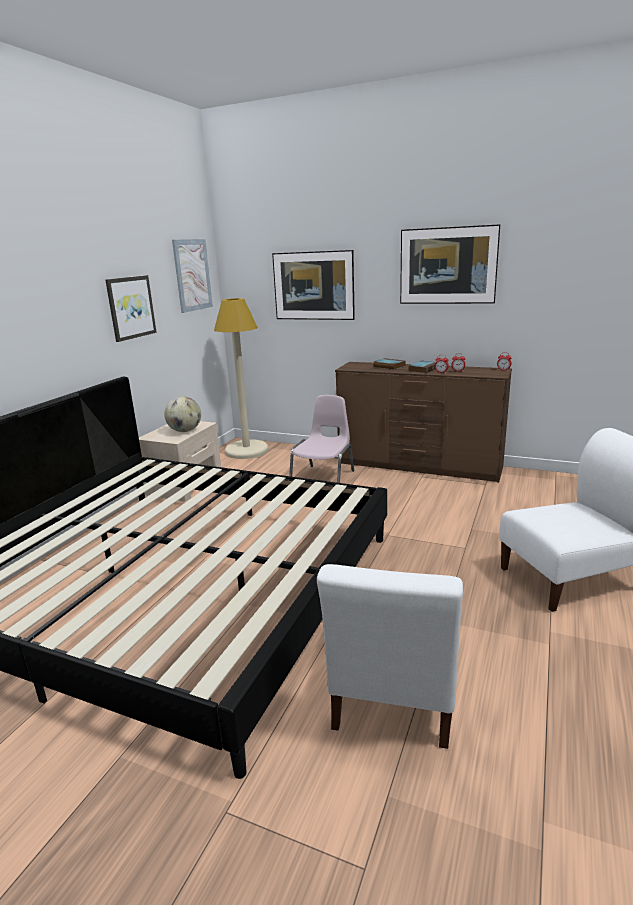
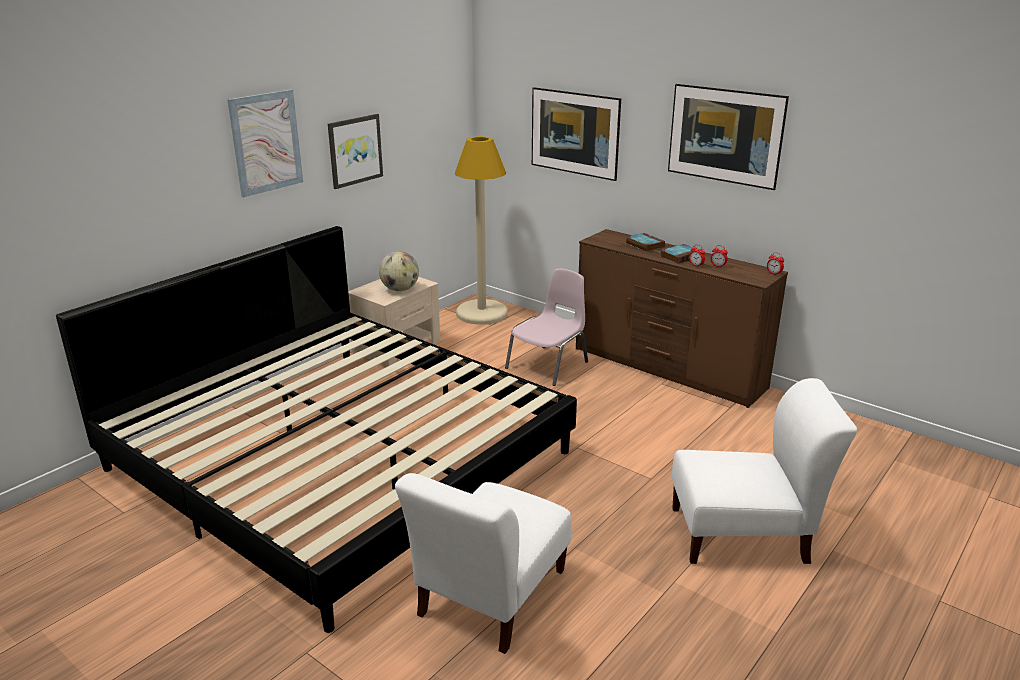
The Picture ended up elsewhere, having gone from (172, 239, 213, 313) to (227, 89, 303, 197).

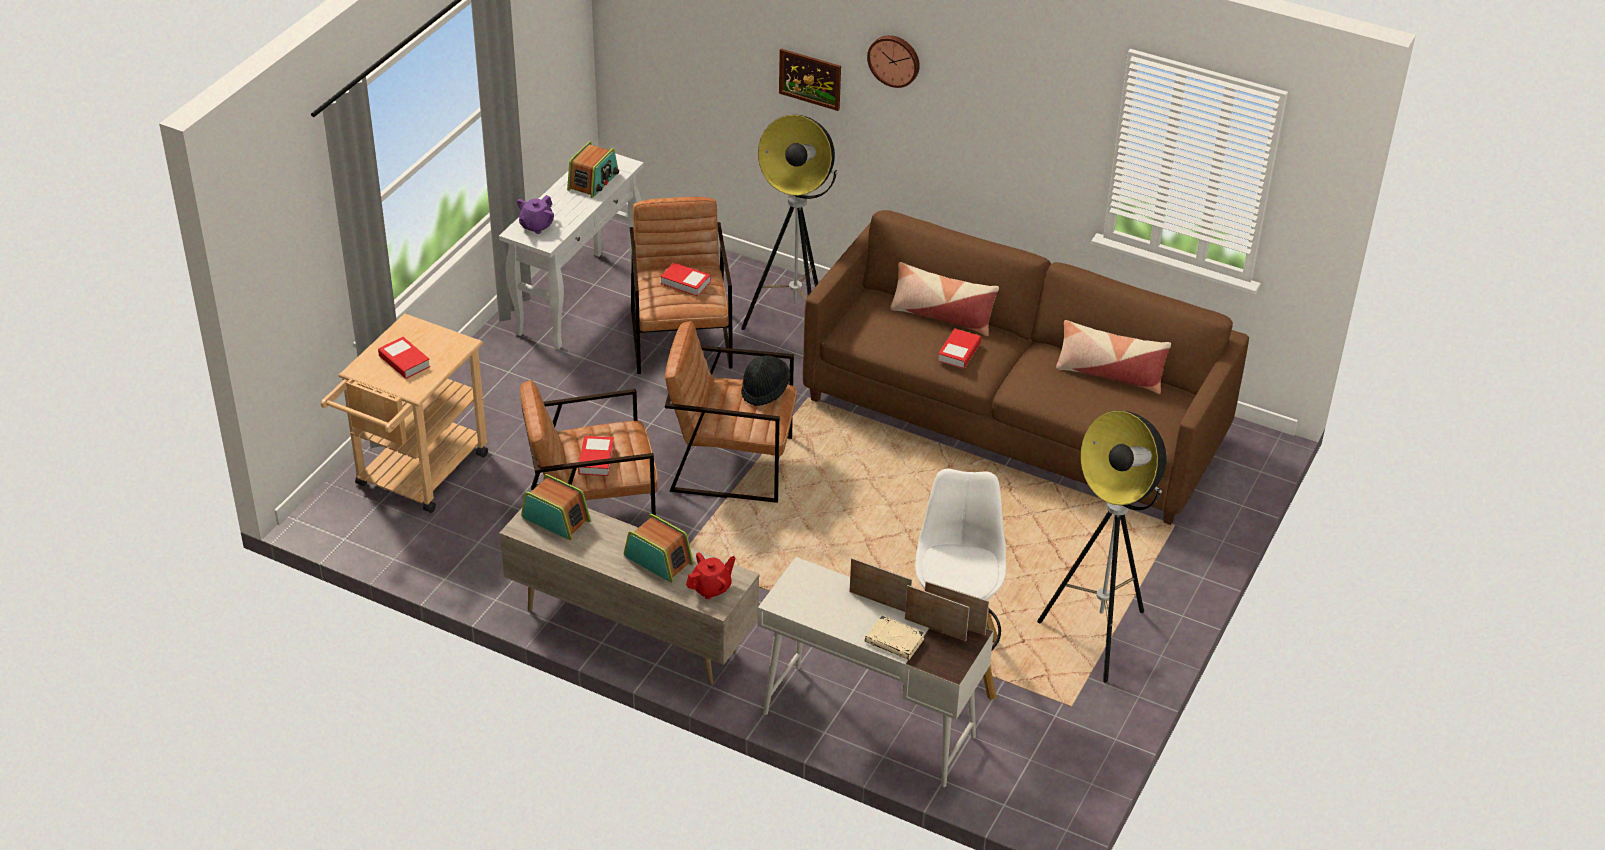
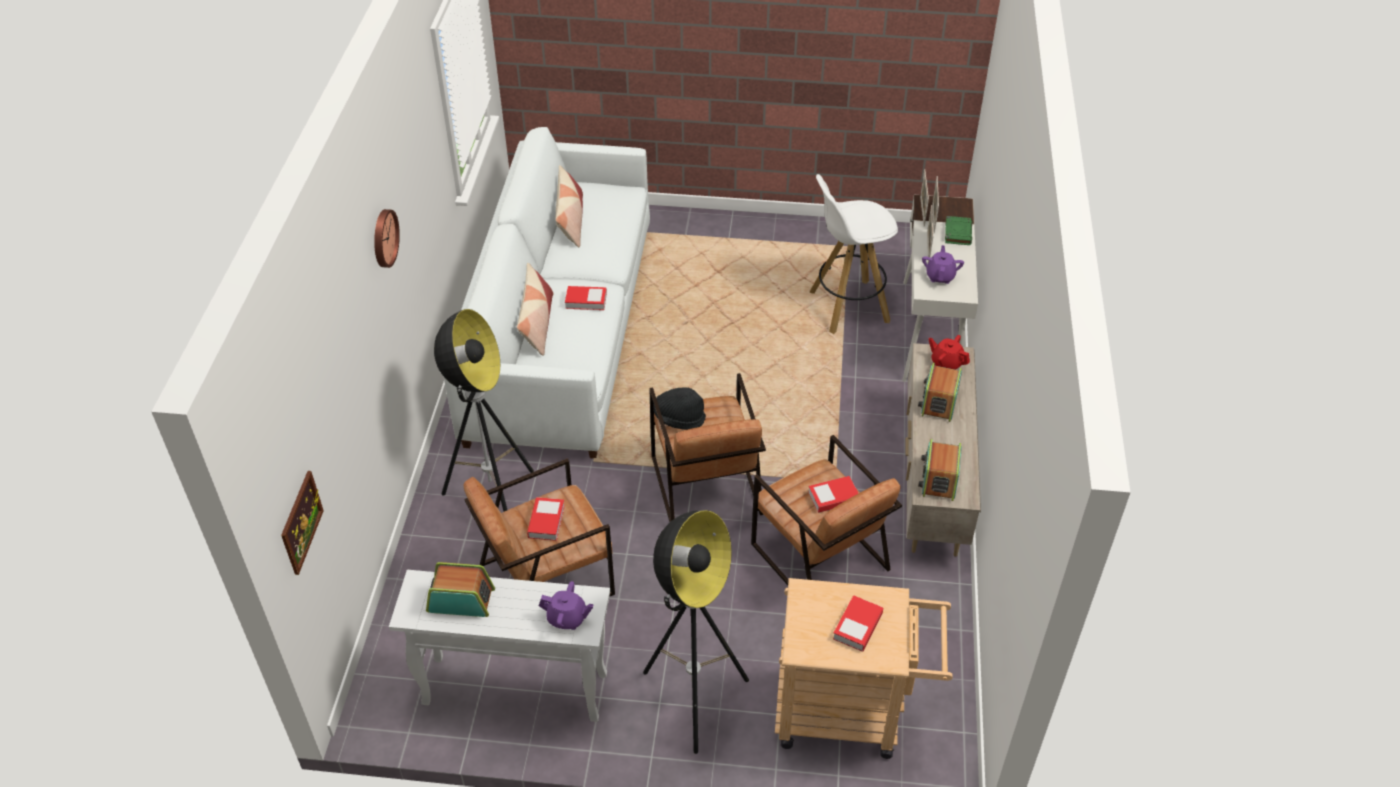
The Picture ended up elsewhere, having gone from (779, 49, 841, 111) to (281, 471, 324, 575).
What was the BrownSofa at (803, 210, 1249, 525) turned into the WhiteSofa at (443, 127, 650, 459).
The FloorLamp ended up elsewhere, having gone from (1037, 411, 1167, 682) to (643, 510, 749, 754).
What was the BeigeBook at (865, 615, 925, 660) turned into the GreenBook at (945, 216, 972, 245).
The second view gained the PurpleTeapot at (922, 245, 964, 284).

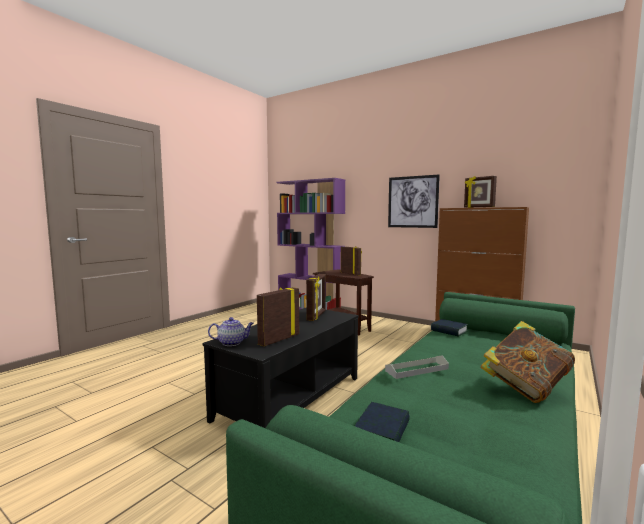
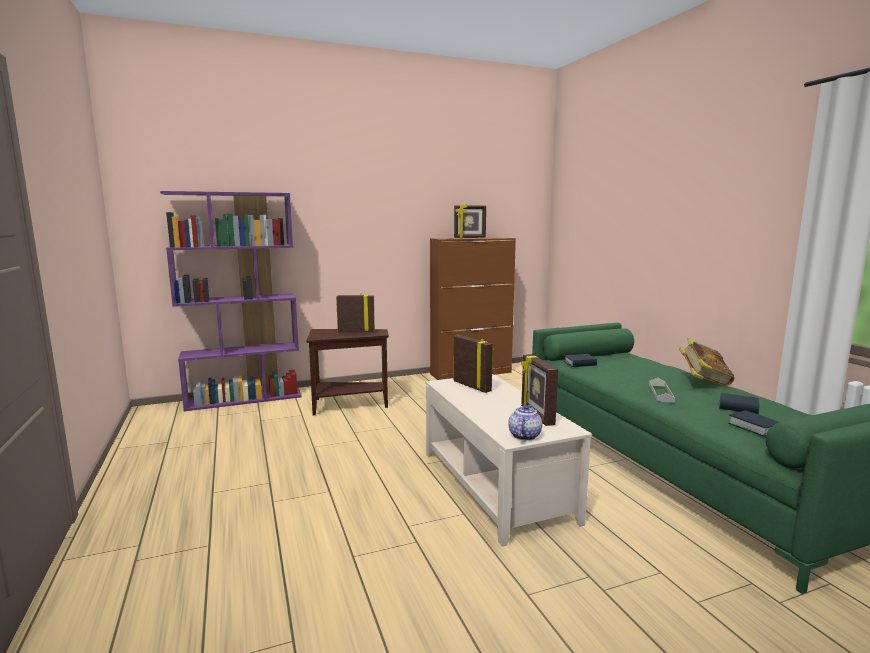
The second view lost the Picture at (388, 175, 440, 228).
What was the BlackCoffeeTable at (203, 307, 359, 428) turned into the BeigeCoffeeTable at (426, 374, 592, 547).
The second view gained the Book at (719, 393, 759, 414).

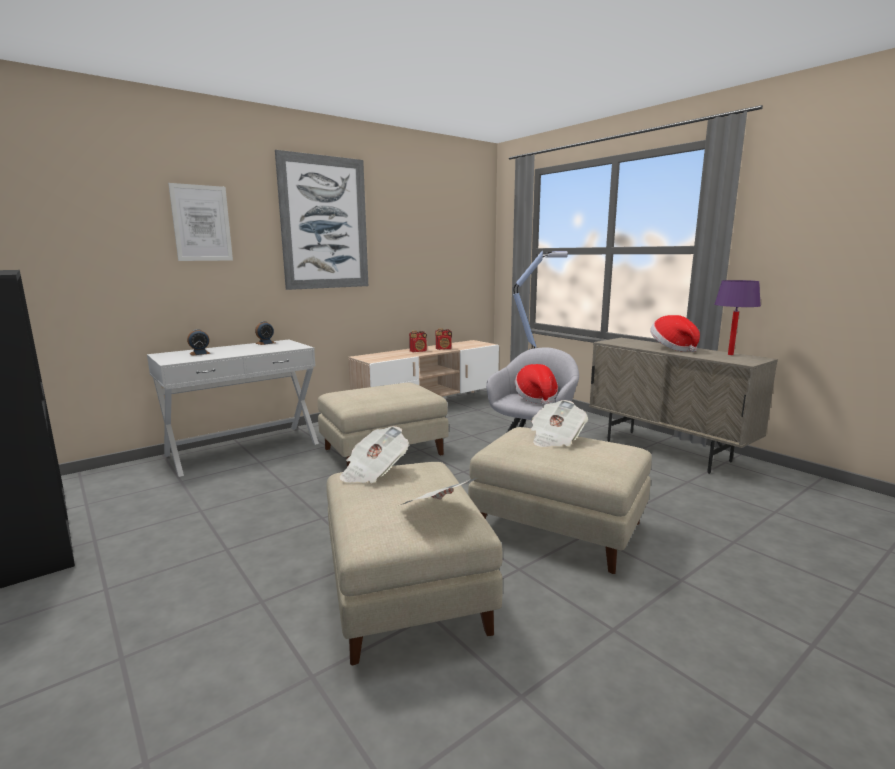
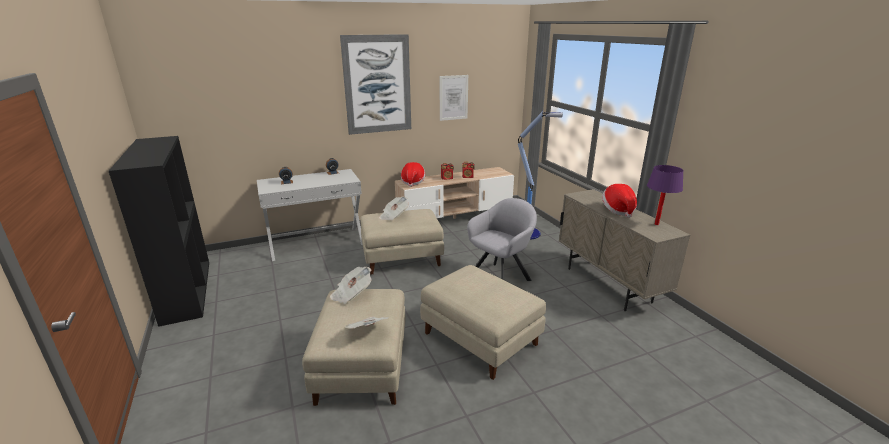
The Picture ended up elsewhere, having gone from (168, 183, 233, 261) to (440, 75, 468, 121).
The Hat ended up elsewhere, having gone from (514, 364, 558, 405) to (401, 162, 425, 187).
The Newspaper ended up elsewhere, having gone from (531, 400, 588, 447) to (379, 196, 409, 221).

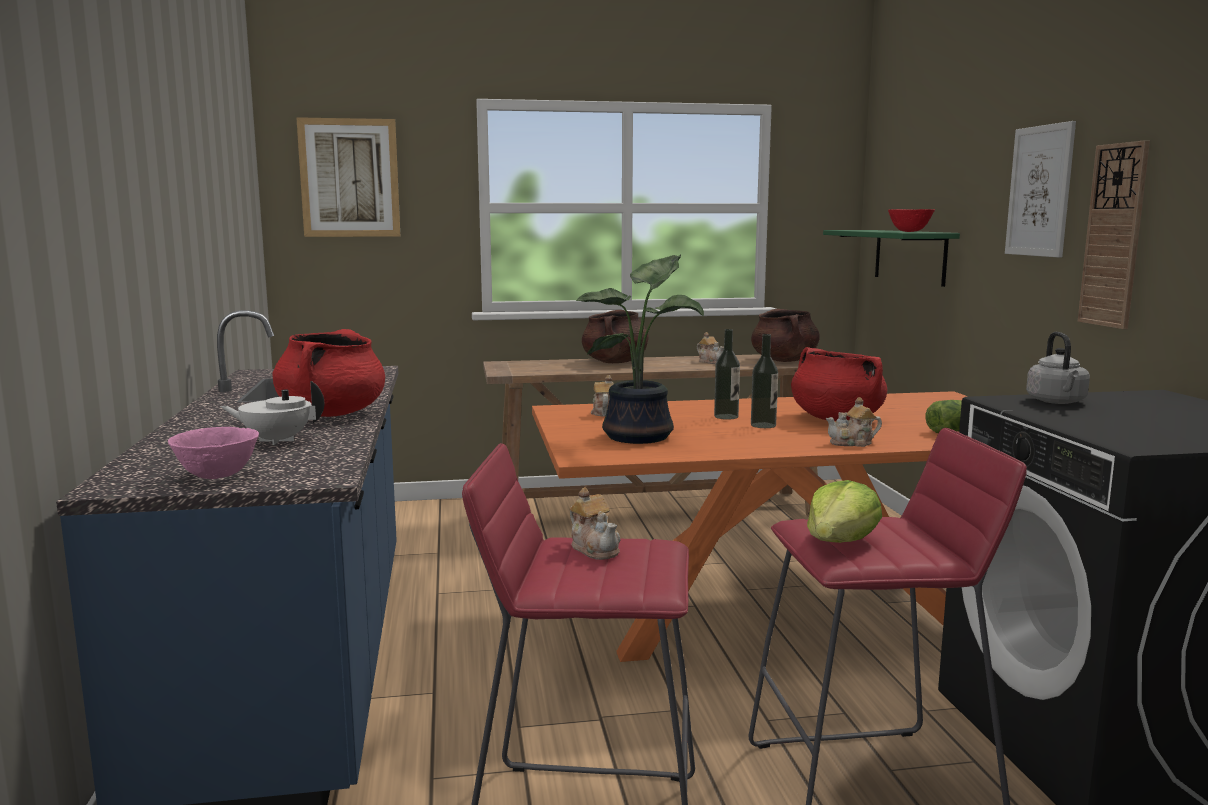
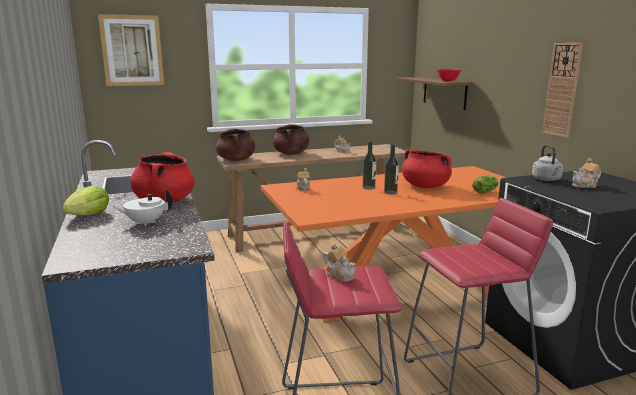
The second view lost the Picture at (1005, 121, 1076, 258).
What was the GreenShelf at (823, 230, 960, 287) turned into the BrownShelf at (397, 77, 474, 110).
The second view lost the PottedPlant at (576, 255, 704, 444).
The BrownCookingPot ended up elsewhere, having gone from (751, 309, 820, 362) to (216, 129, 255, 161).
The Teapot ended up elsewhere, having gone from (826, 397, 882, 447) to (572, 158, 601, 188).
The second view lost the PinkBowl at (168, 427, 259, 479).
The Lettuce ended up elsewhere, having gone from (807, 480, 882, 543) to (62, 185, 109, 215).

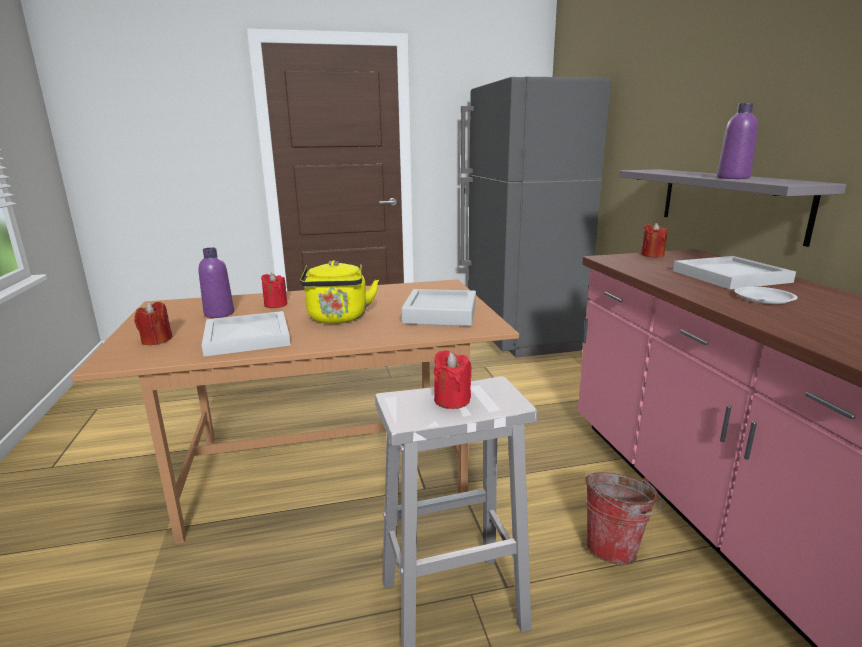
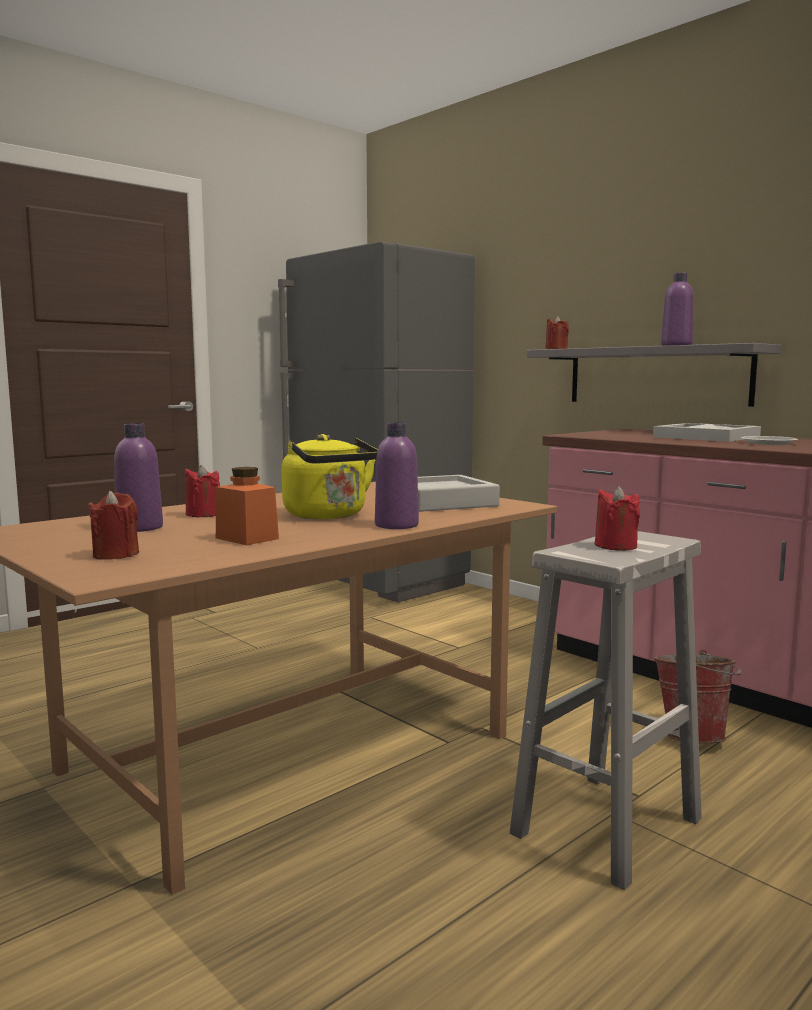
The RedCandle ended up elsewhere, having gone from (641, 223, 668, 257) to (545, 316, 569, 349).
Where the WhiteTray stood at (202, 311, 291, 357), the OrangeJar came to stand at (216, 467, 279, 545).
The second view gained the PurpleBottle at (375, 422, 419, 529).

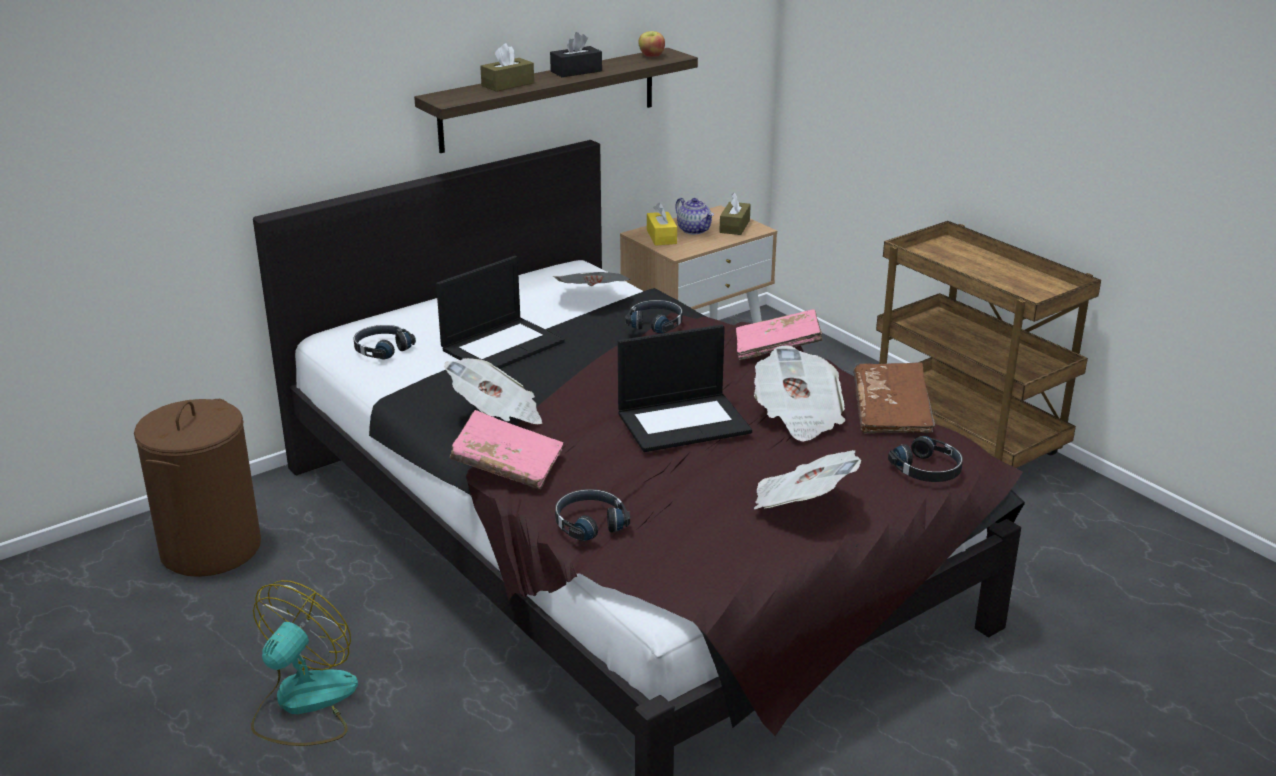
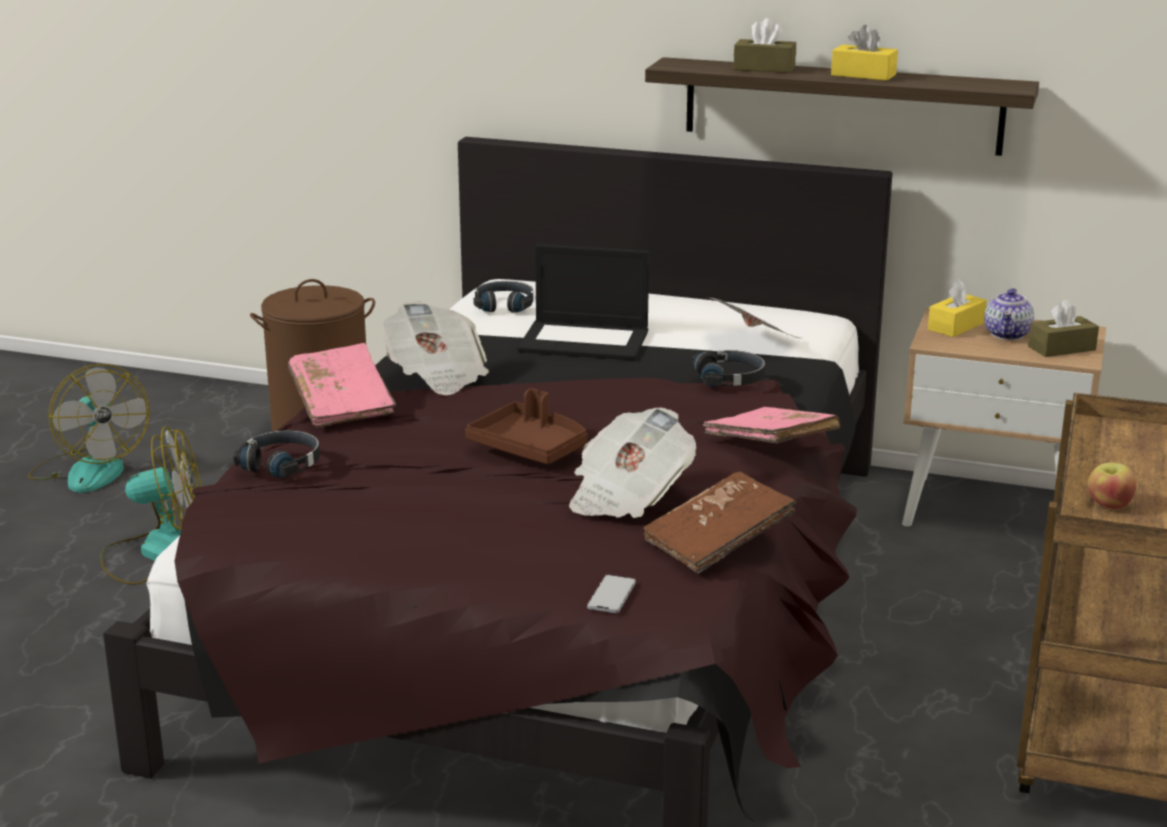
The Apple ended up elsewhere, having gone from (638, 31, 665, 57) to (1088, 462, 1136, 509).
What was the BlackTissueBox at (550, 32, 602, 77) turned into the YellowTissueBox at (831, 25, 898, 81).
Where the Laptop stood at (618, 325, 752, 452), the BrownTray came to stand at (465, 388, 588, 464).
Where the BlackHeadphones stood at (888, 436, 963, 482), the Phone came to stand at (587, 575, 636, 613).
The second view lost the Newspaper at (754, 450, 861, 509).
The second view gained the Fan at (28, 364, 150, 493).

